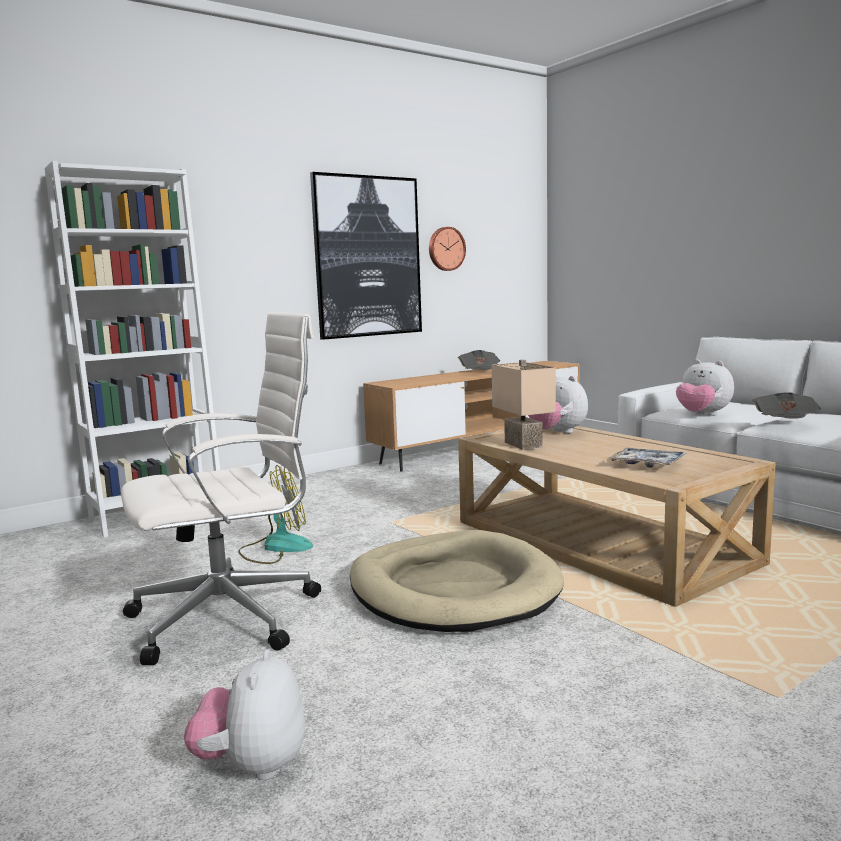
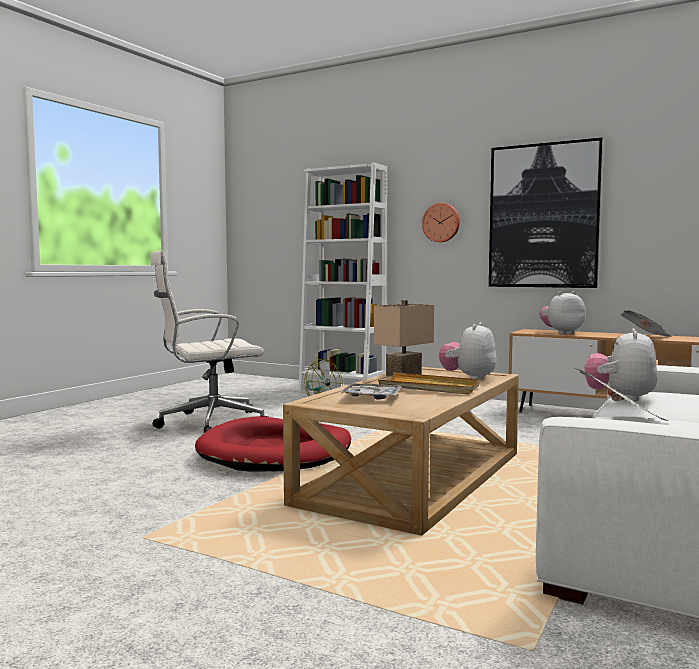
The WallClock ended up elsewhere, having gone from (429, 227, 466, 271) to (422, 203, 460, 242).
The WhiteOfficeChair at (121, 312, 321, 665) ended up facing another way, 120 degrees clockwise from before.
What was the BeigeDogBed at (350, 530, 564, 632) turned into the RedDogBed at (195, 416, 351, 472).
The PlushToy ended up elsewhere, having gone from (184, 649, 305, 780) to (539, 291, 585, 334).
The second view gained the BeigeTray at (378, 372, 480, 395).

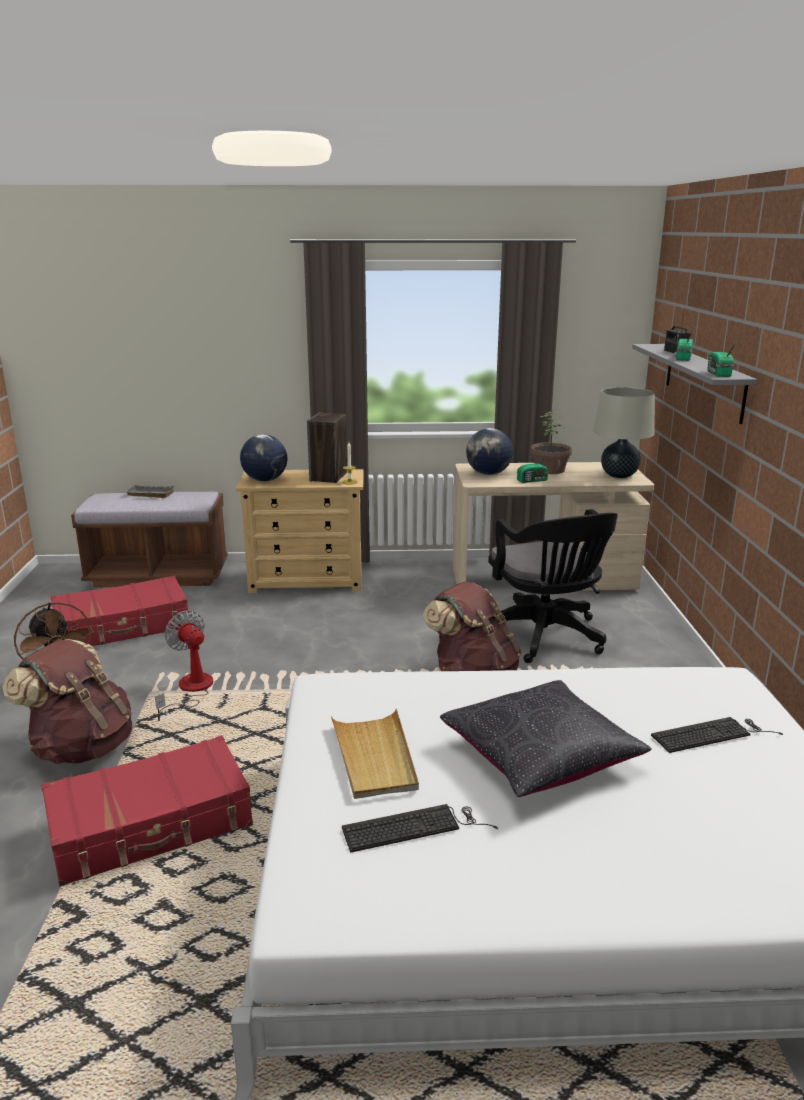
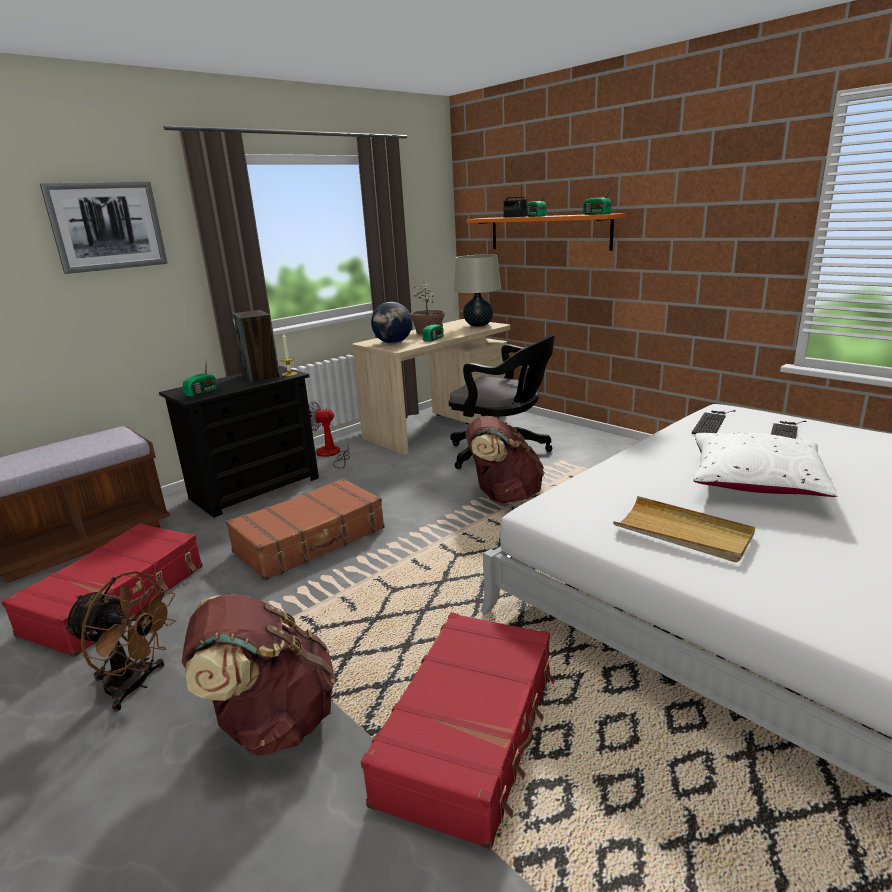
What was the GreyShelf at (632, 344, 758, 424) turned into the OrangeShelf at (466, 213, 626, 251).
Where the Globe stood at (240, 434, 288, 481), the Radio came to stand at (183, 357, 217, 397).
What was the BeigeDresser at (236, 469, 364, 593) turned into the BlackDresser at (159, 365, 319, 518).
The second view lost the GreyTray at (124, 485, 175, 498).
The Fan ended up elsewhere, having gone from (155, 611, 213, 721) to (309, 401, 350, 469).
What was the BlackPillow at (440, 680, 652, 797) turned into the WhitePillow at (693, 433, 838, 497).
The Keyboard ended up elsewhere, having gone from (342, 804, 498, 853) to (692, 410, 736, 434).
The second view gained the Picture at (40, 182, 168, 274).
The second view gained the BrownSuitcase at (226, 478, 385, 581).

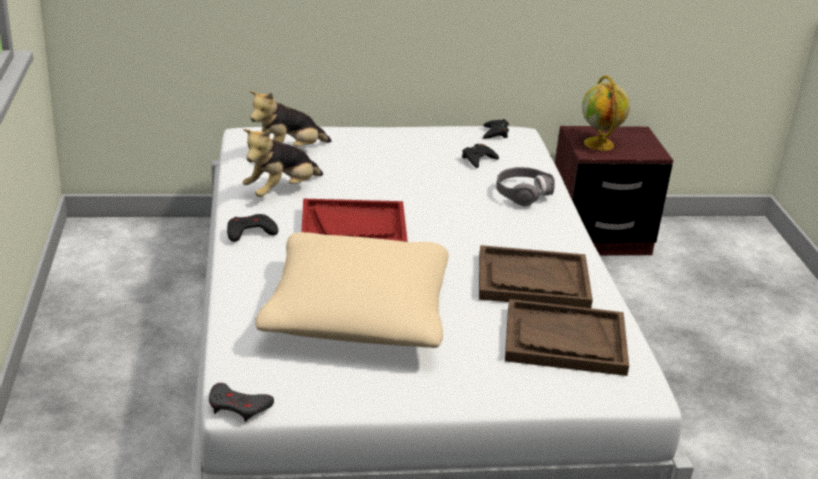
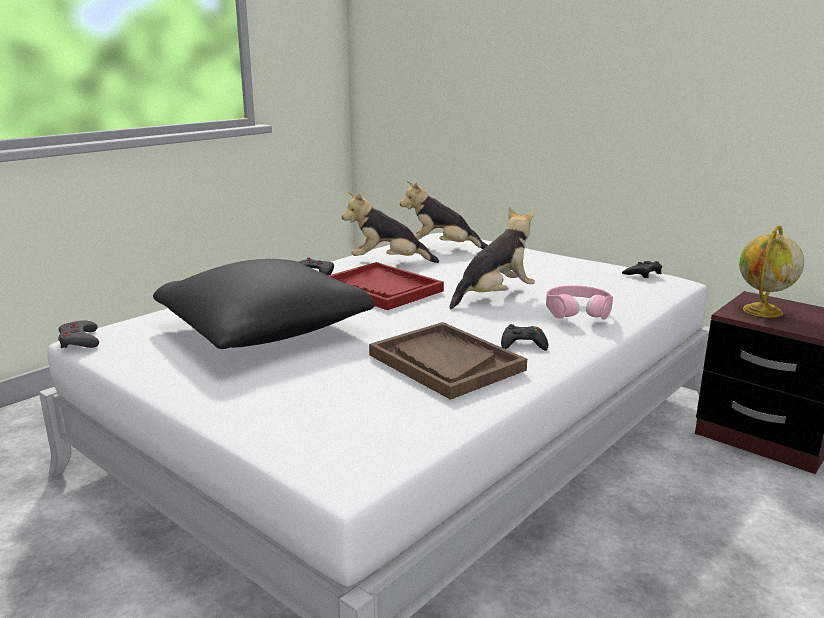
The BlackGameController ended up elsewhere, having gone from (462, 144, 499, 168) to (501, 324, 548, 351).
What was the GreyHeadphones at (496, 167, 555, 206) turned into the PinkHeadphones at (546, 285, 613, 320).
What was the BeigePillow at (255, 232, 449, 348) turned into the BlackPillow at (153, 259, 375, 349).
The second view lost the BrownTray at (505, 299, 629, 376).
The second view gained the PlushToy at (449, 207, 535, 309).

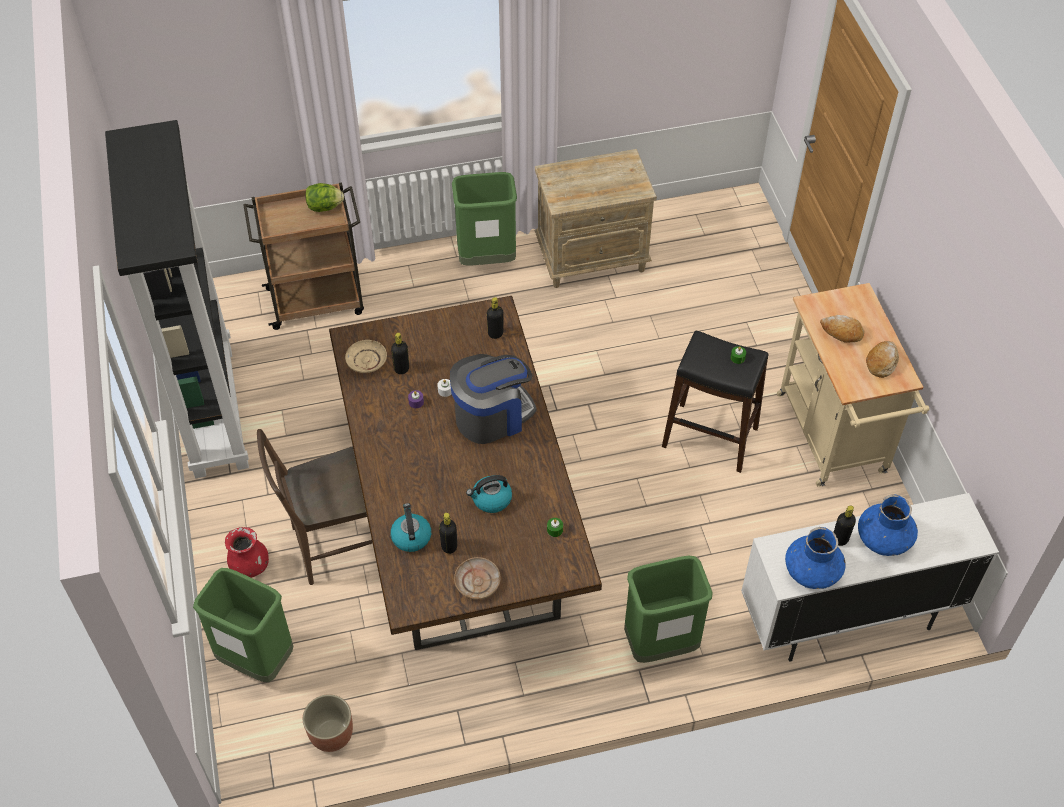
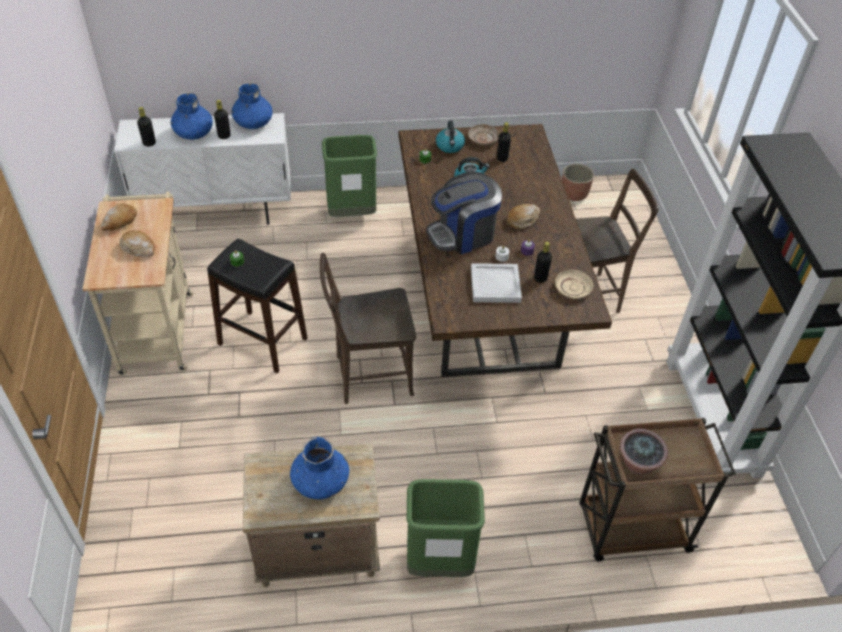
Where the Lettuce stood at (306, 183, 344, 212), the PottedPlant came to stand at (620, 429, 668, 474).
The BlackBottle ended up elsewhere, having gone from (487, 297, 503, 339) to (137, 107, 156, 147).
The Kettle ended up elsewhere, having gone from (390, 503, 431, 552) to (436, 120, 465, 153).
The second view lost the RedVase at (225, 527, 269, 578).
The second view lost the GreenTrashCan at (193, 568, 293, 682).
The second view gained the Bread at (507, 204, 540, 229).
The second view gained the BrownChair at (320, 253, 416, 404).
The second view gained the WhiteTray at (471, 263, 522, 303).
The second view gained the BlueVase at (290, 437, 349, 500).

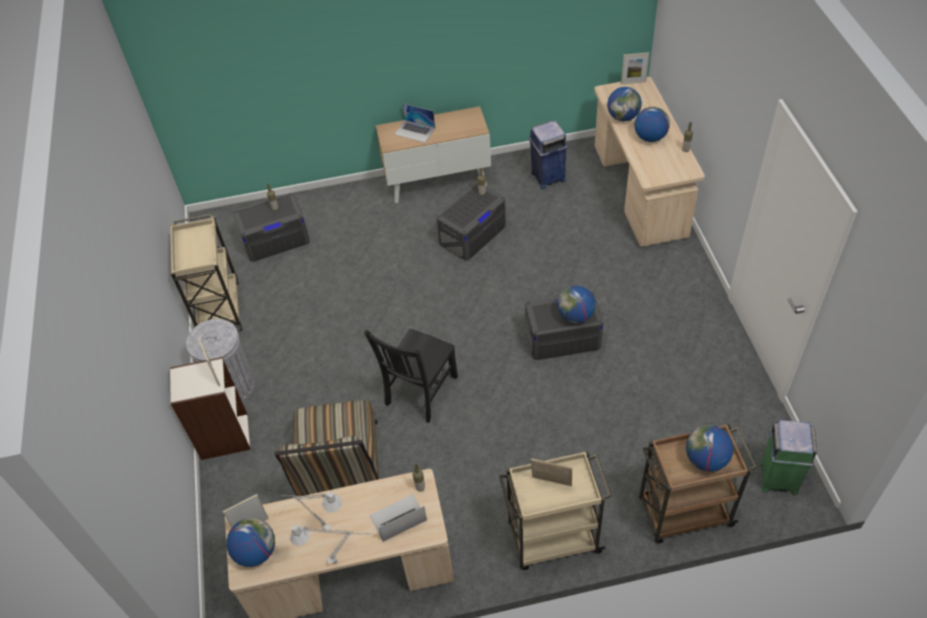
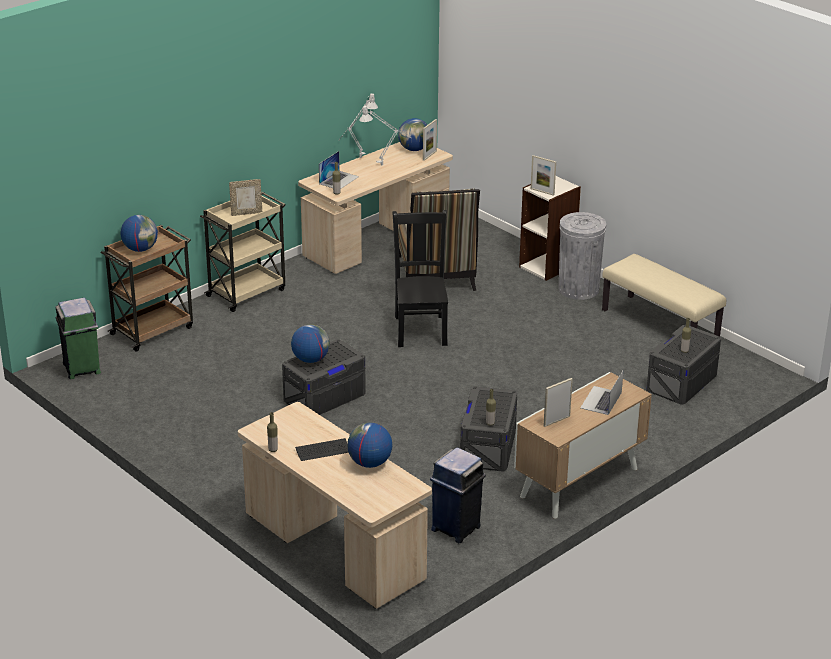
The PictureFrame ended up elsewhere, having gone from (621, 52, 649, 84) to (543, 378, 573, 427).
The Laptop at (394, 103, 435, 143) ended up facing another way, 60 degrees counterclockwise from before.
Where the Globe stood at (635, 107, 670, 142), the Keyboard came to stand at (295, 438, 349, 461).
Where the BeigeCart stood at (170, 214, 242, 331), the BeigeBench came to stand at (602, 254, 726, 337).
The Chair at (274, 400, 380, 496) ended up facing another way, 150 degrees counterclockwise from before.

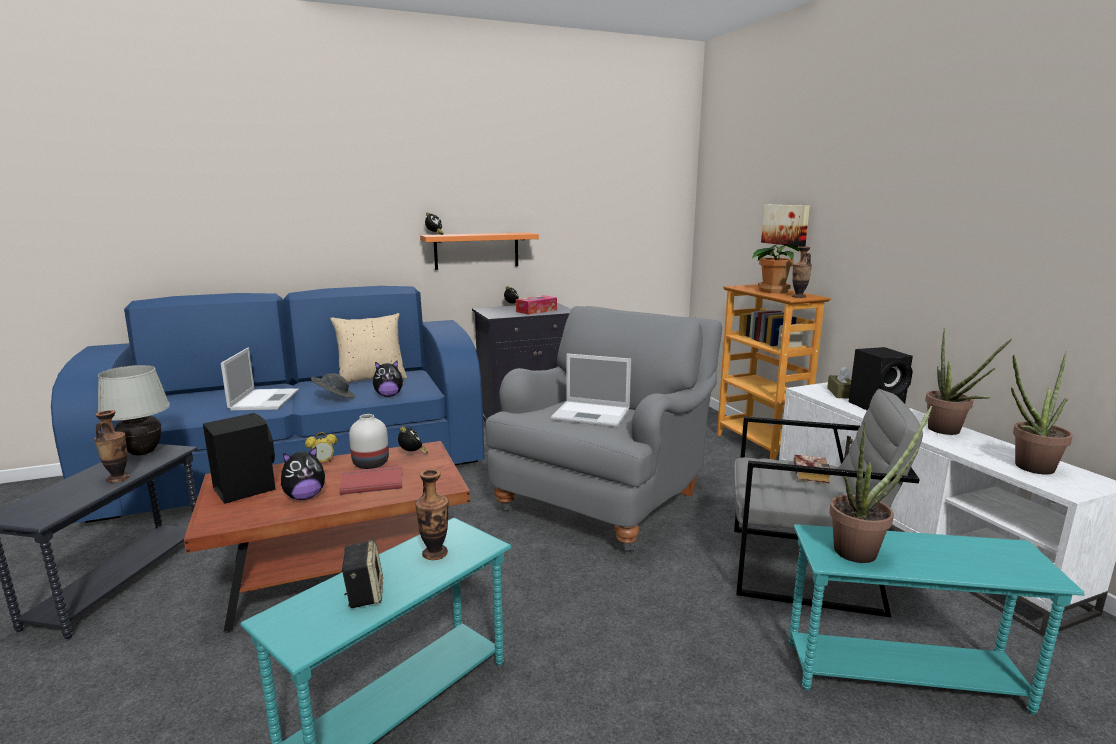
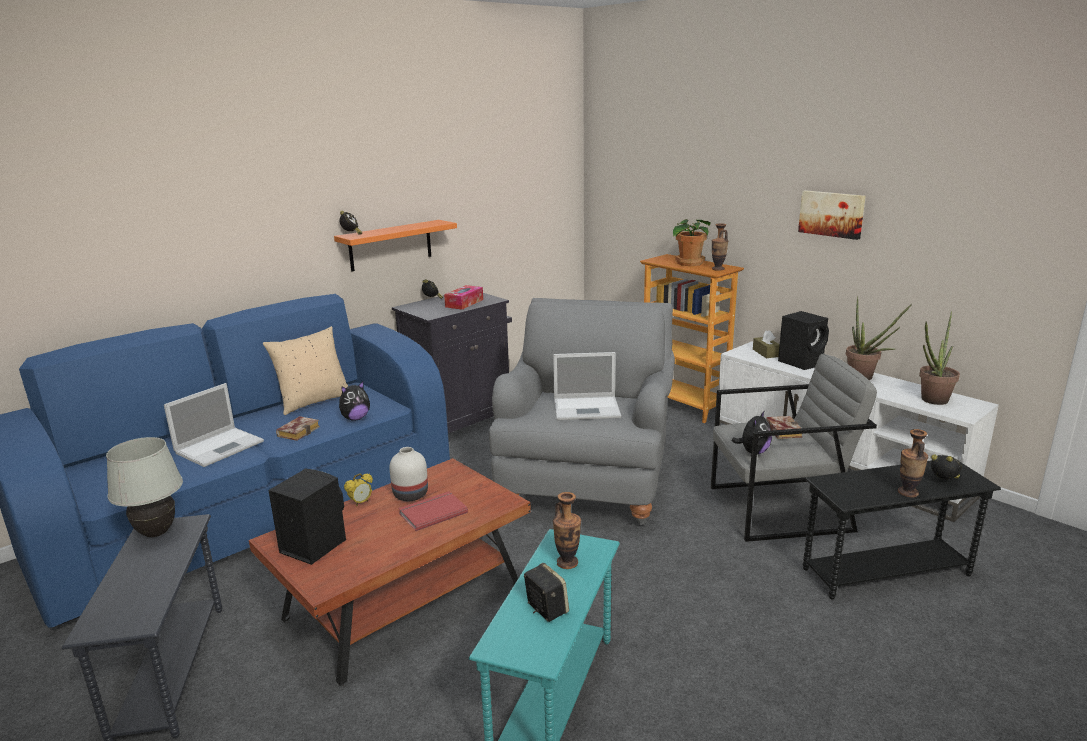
The Picture ended up elsewhere, having gone from (761, 205, 810, 247) to (798, 190, 866, 240).
The Laptop at (221, 348, 299, 411) ended up facing another way, 60 degrees clockwise from before.
Where the GreyHat stood at (311, 373, 355, 398), the Book came to stand at (276, 416, 320, 441).
The second view lost the PottedPlant at (829, 406, 932, 563).
The Vase ended up elsewhere, having gone from (94, 410, 130, 483) to (898, 429, 928, 497).
The AlarmClock ended up elsewhere, having gone from (398, 426, 428, 454) to (931, 454, 962, 479).
The PlushToy ended up elsewhere, having gone from (281, 447, 325, 500) to (732, 410, 772, 455).
What was the TurquoiseSideTable at (789, 524, 1085, 715) turned into the BlackSideTable at (803, 458, 1001, 600).

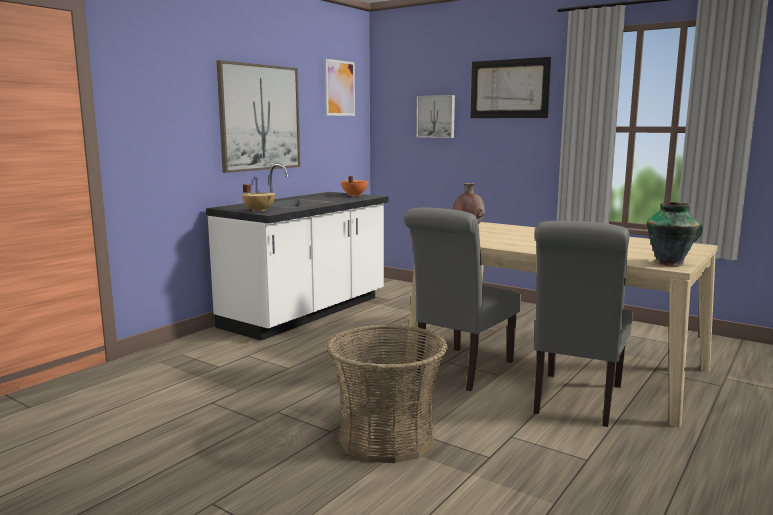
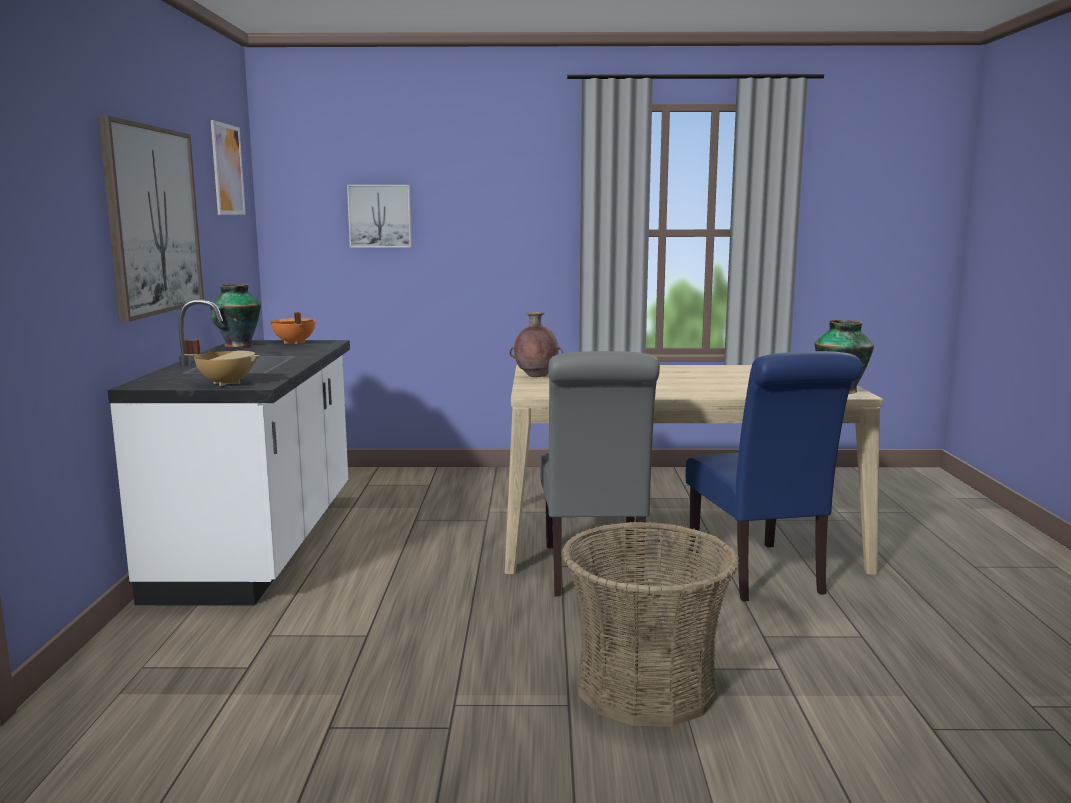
The second view lost the Picture at (470, 57, 551, 118).
What was the GreyChair at (534, 221, 633, 427) turned into the BlueChair at (686, 351, 862, 601).
The second view gained the Vase at (210, 284, 261, 347).

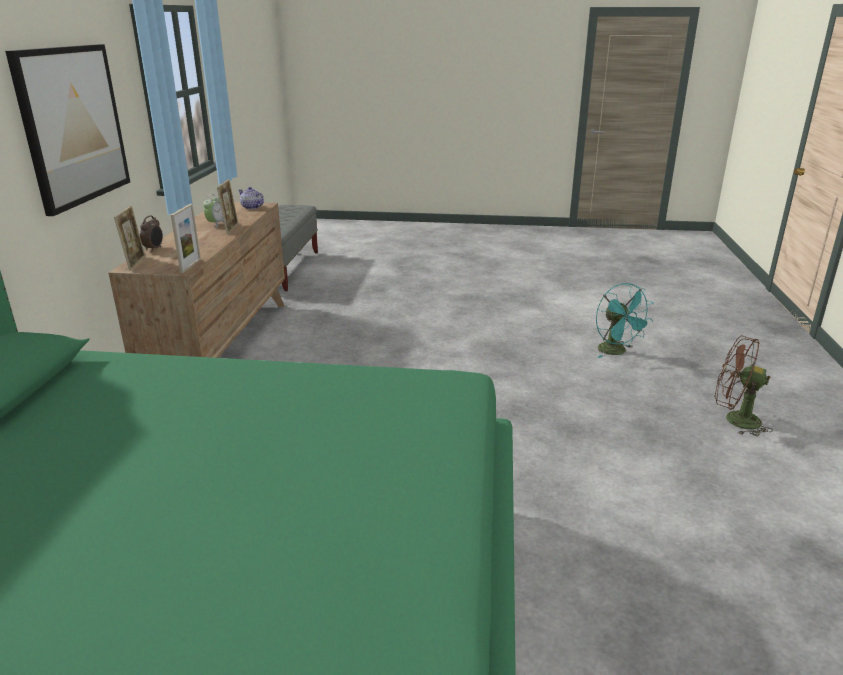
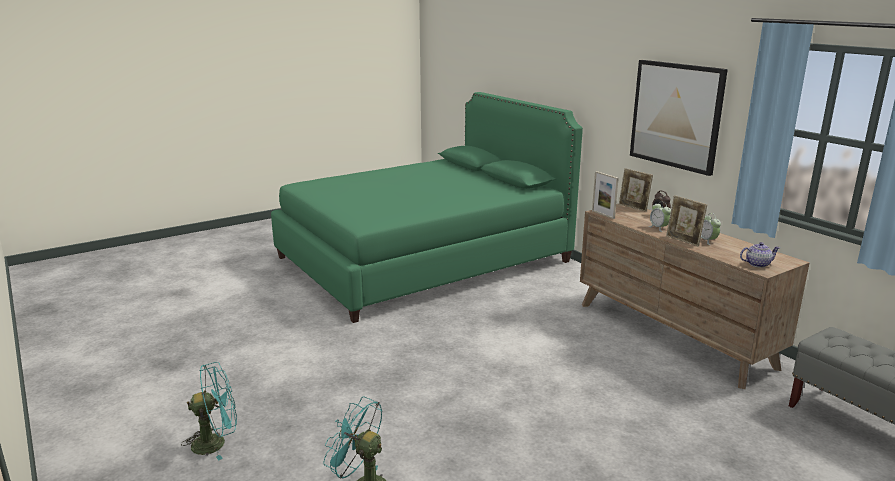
What was the BrownFan at (715, 336, 773, 436) turned into the TurquoiseFan at (181, 362, 237, 460).
The second view gained the AlarmClock at (648, 202, 671, 232).

